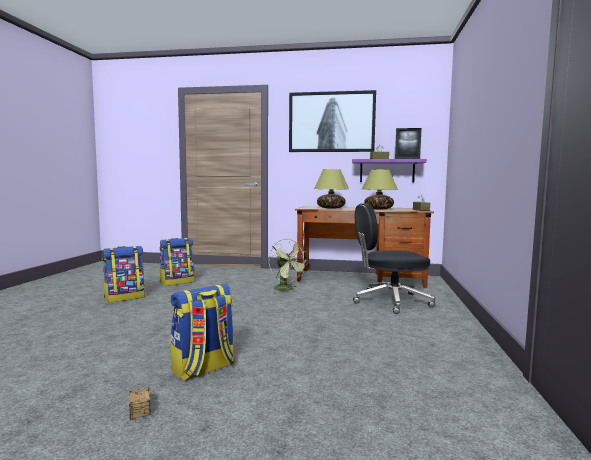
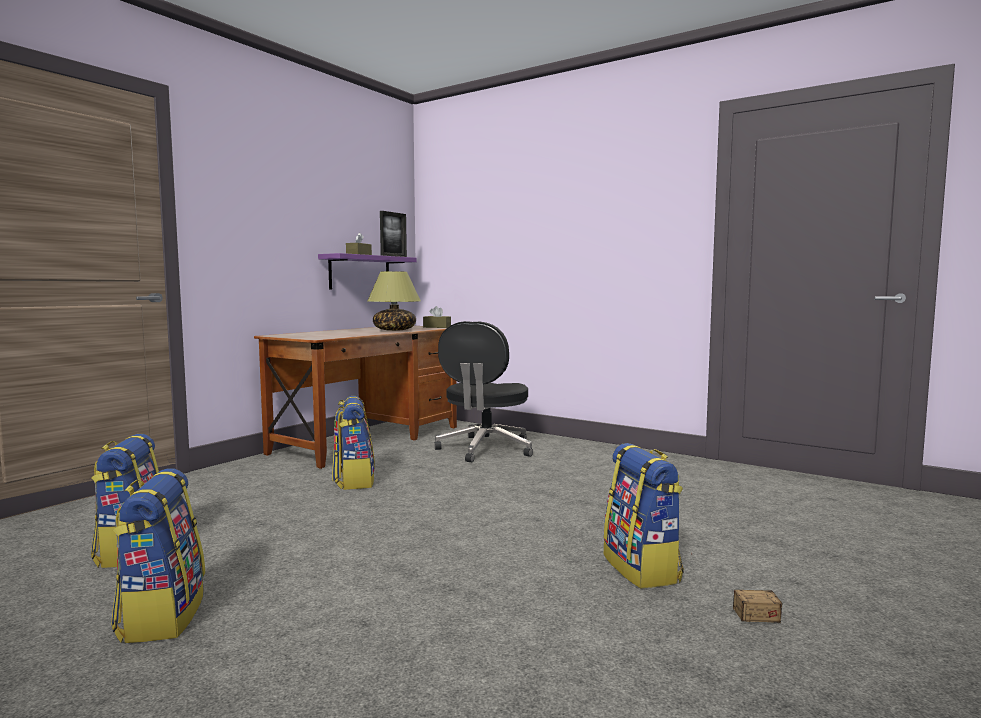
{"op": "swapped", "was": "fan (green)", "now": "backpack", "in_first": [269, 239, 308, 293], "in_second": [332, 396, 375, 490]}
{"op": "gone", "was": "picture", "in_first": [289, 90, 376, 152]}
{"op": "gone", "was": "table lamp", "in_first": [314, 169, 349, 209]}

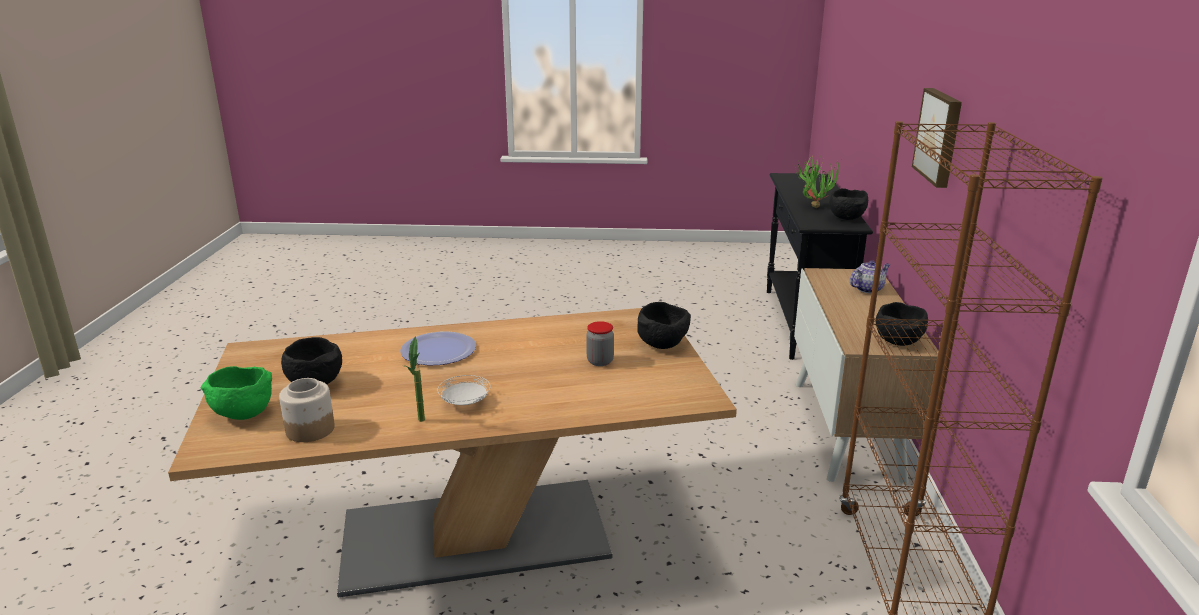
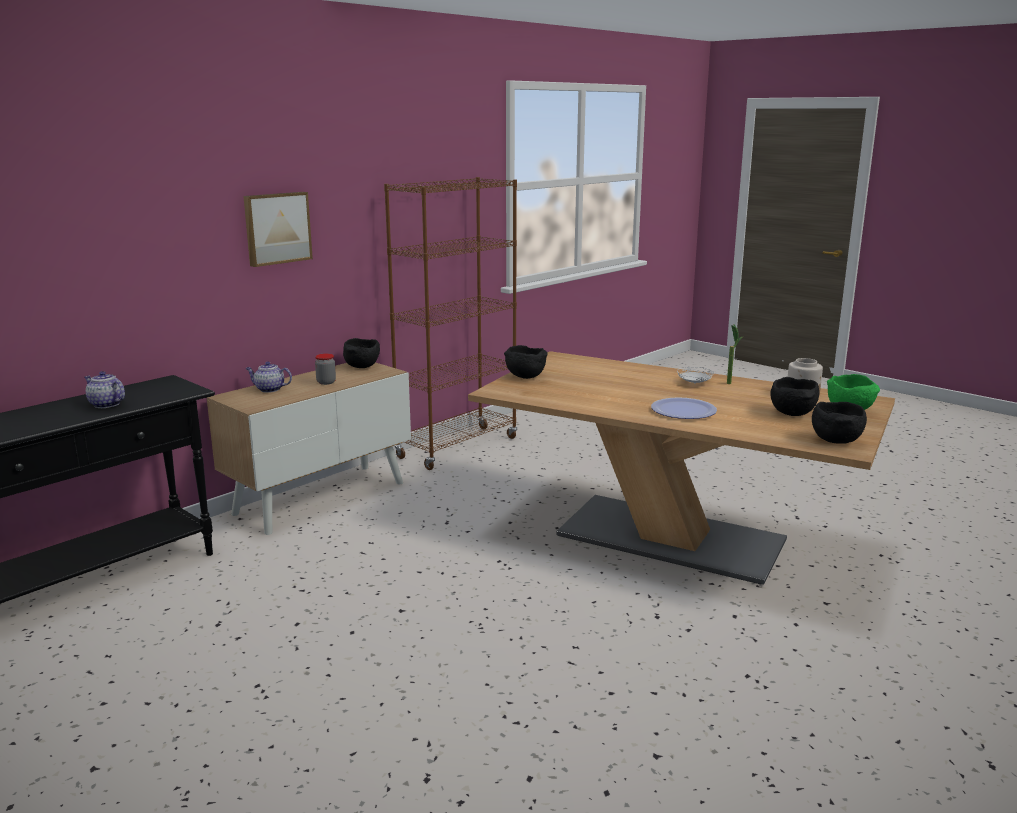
{"op": "swapped", "was": "potted plant", "now": "teapot", "in_first": [795, 156, 843, 208], "in_second": [84, 371, 125, 408]}
{"op": "shifted", "was": "jar", "in_first": [586, 321, 614, 366], "in_second": [315, 354, 336, 385]}
{"op": "shifted", "was": "bowl (black)", "in_first": [829, 188, 868, 220], "in_second": [812, 402, 867, 444]}

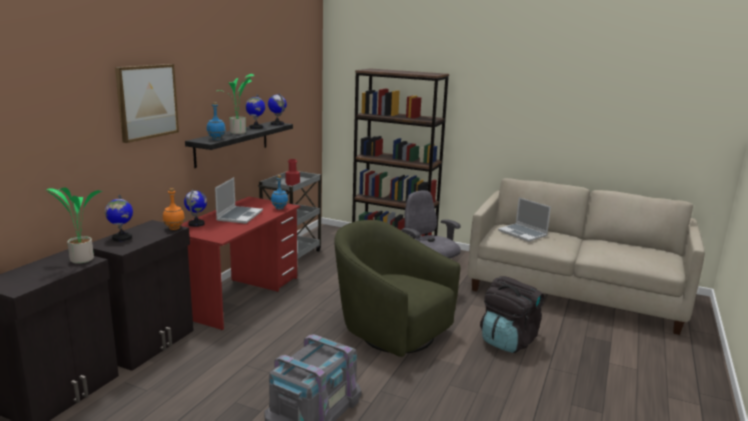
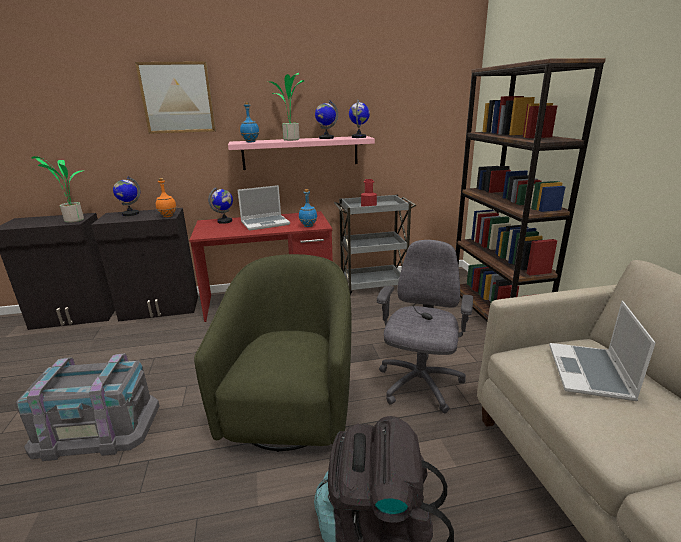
{"op": "repainted", "was": "shelf (black)", "now": "shelf (pink)", "in_first": [185, 122, 293, 168], "in_second": [228, 136, 375, 170]}

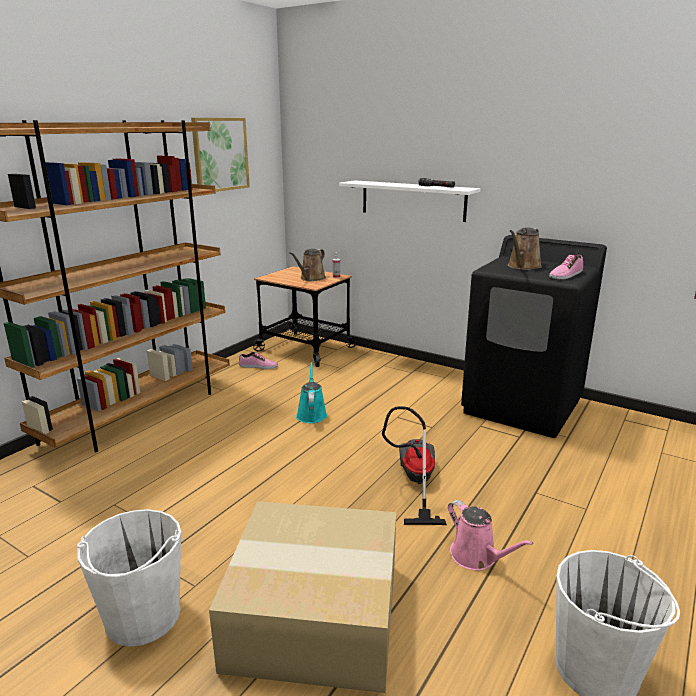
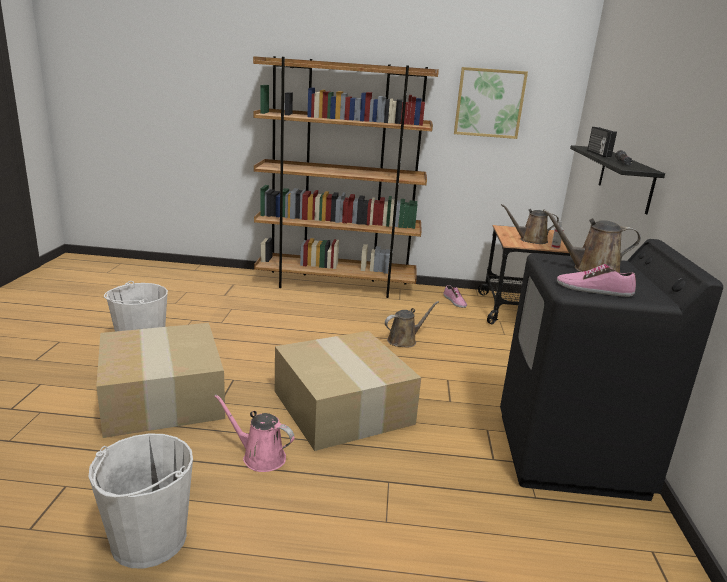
{"op": "rotated", "was": "watering can (pink)", "in_first": [448, 500, 534, 570], "in_second": [215, 394, 295, 472], "clockwise": 90}
{"op": "swapped", "was": "vacuum cleaner", "now": "cardboard box", "in_first": [382, 406, 447, 525], "in_second": [275, 331, 421, 451]}
{"op": "repainted", "was": "watering can (turquoise)", "now": "watering can (brown)", "in_first": [296, 362, 327, 423], "in_second": [385, 301, 439, 347]}
{"op": "repainted", "was": "shelf (white)", "now": "shelf (black)", "in_first": [339, 180, 480, 222], "in_second": [570, 145, 665, 214]}
{"op": "new", "now": "radio", "in_second": [587, 127, 617, 157]}

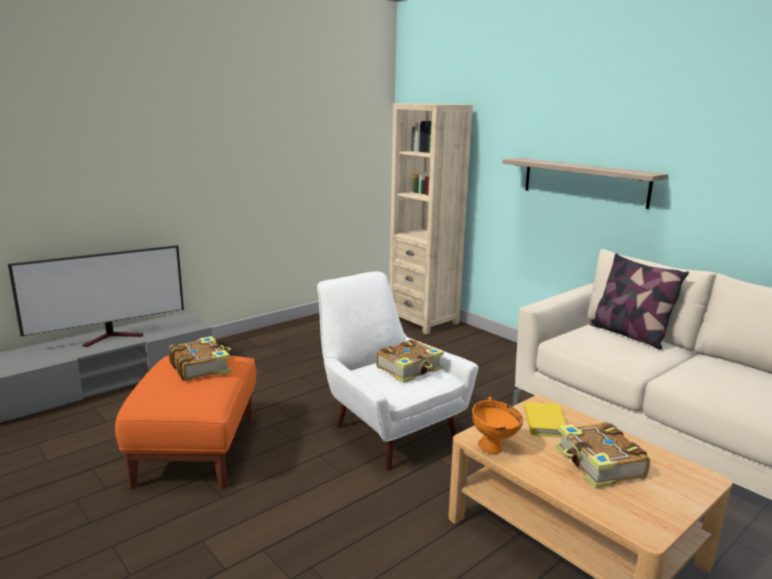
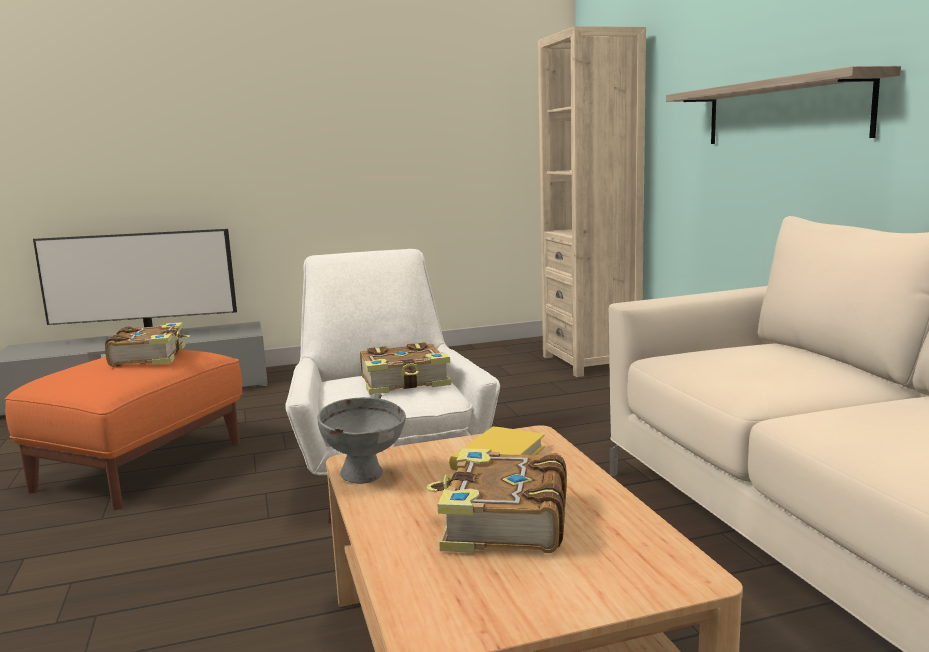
{"op": "repainted", "was": "bowl (orange)", "now": "bowl (grey)", "in_first": [472, 397, 523, 454], "in_second": [317, 393, 406, 484]}
{"op": "gone", "was": "pillow", "in_first": [589, 253, 689, 350]}

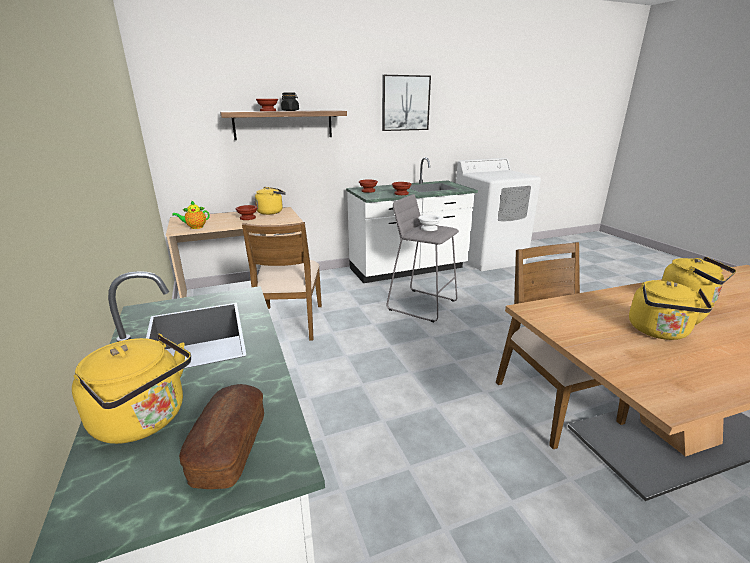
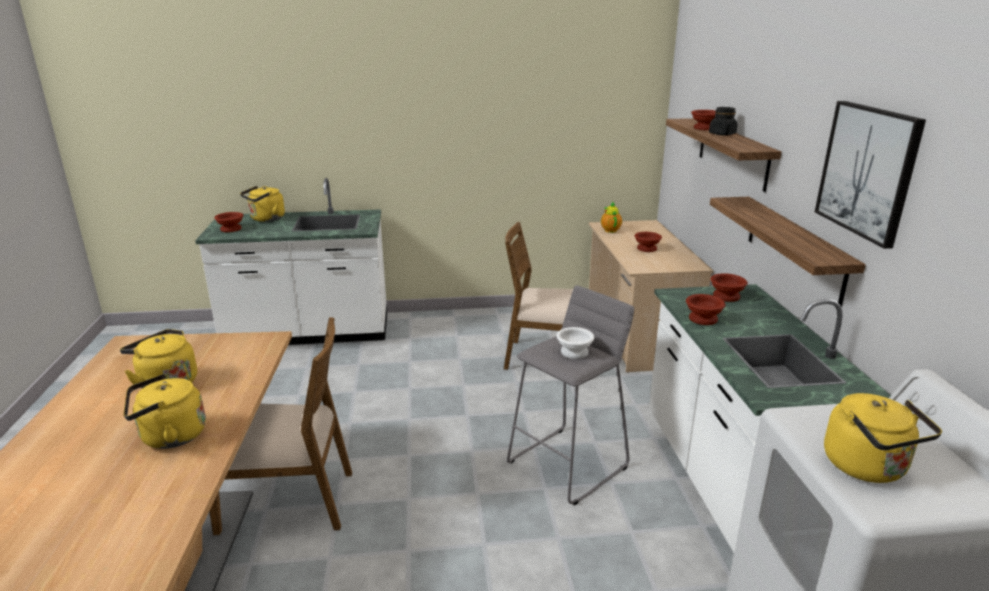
{"op": "swapped", "was": "bread", "now": "bowl (brown)", "in_first": [179, 384, 264, 489], "in_second": [214, 212, 243, 232]}
{"op": "new", "now": "shelf", "in_second": [710, 197, 866, 306]}
{"op": "shifted", "was": "kettle (yellow)", "in_first": [255, 187, 286, 215], "in_second": [824, 393, 942, 483]}

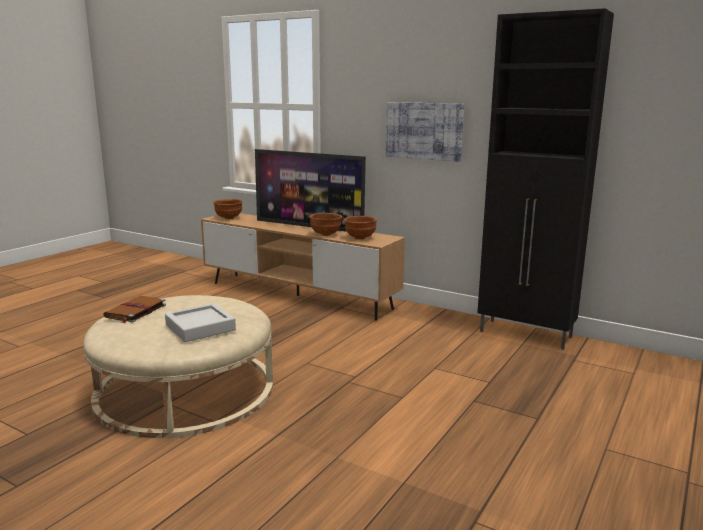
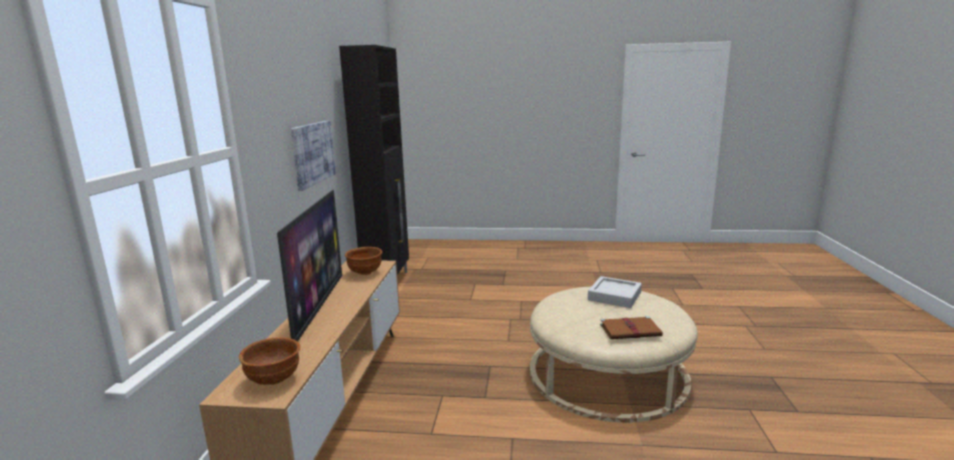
{"op": "gone", "was": "bowl (brown)", "in_first": [309, 213, 342, 236]}

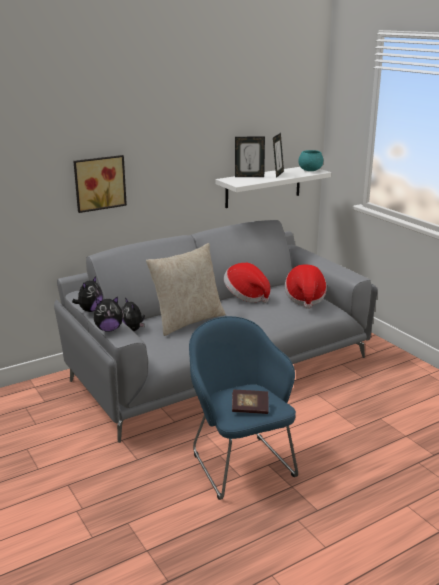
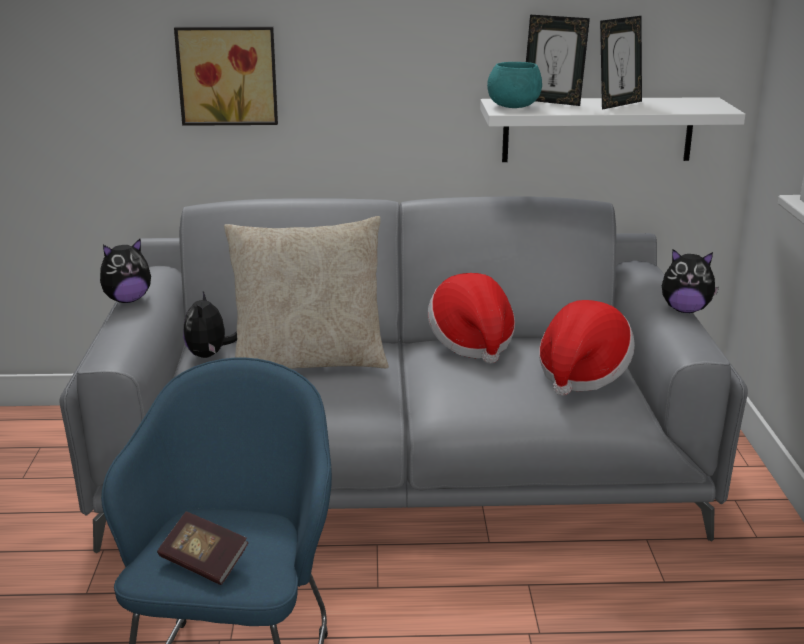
{"op": "shifted", "was": "bowl (turquoise)", "in_first": [298, 150, 323, 171], "in_second": [487, 62, 542, 108]}
{"op": "shifted", "was": "plush toy", "in_first": [94, 296, 124, 332], "in_second": [662, 249, 719, 313]}

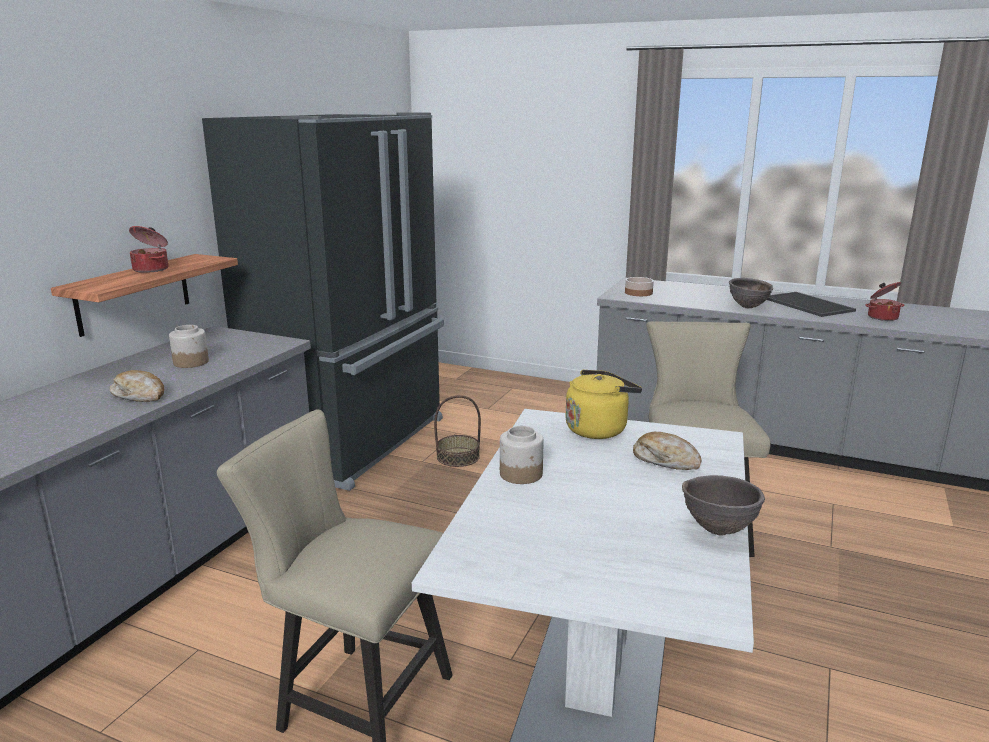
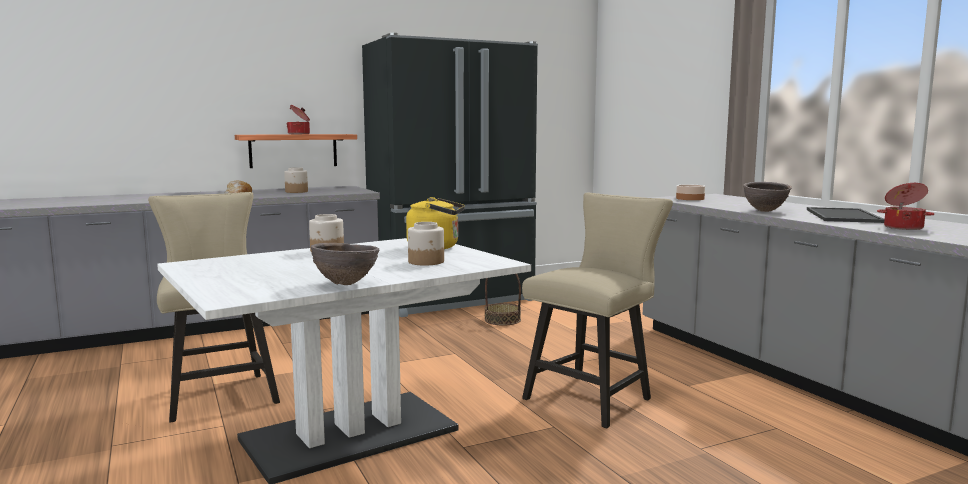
{"op": "swapped", "was": "bread", "now": "jar", "in_first": [633, 432, 702, 470], "in_second": [408, 222, 444, 266]}

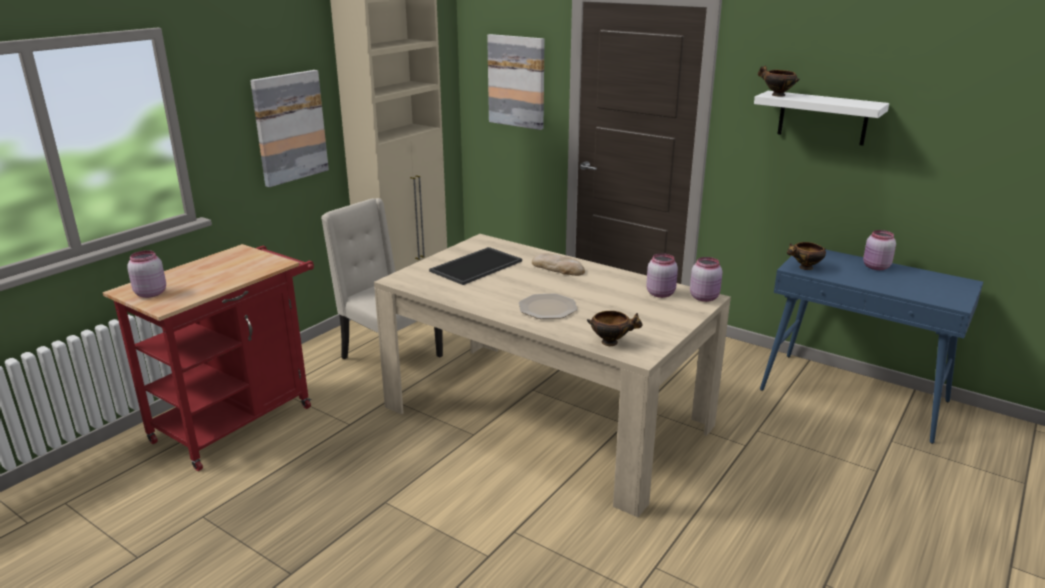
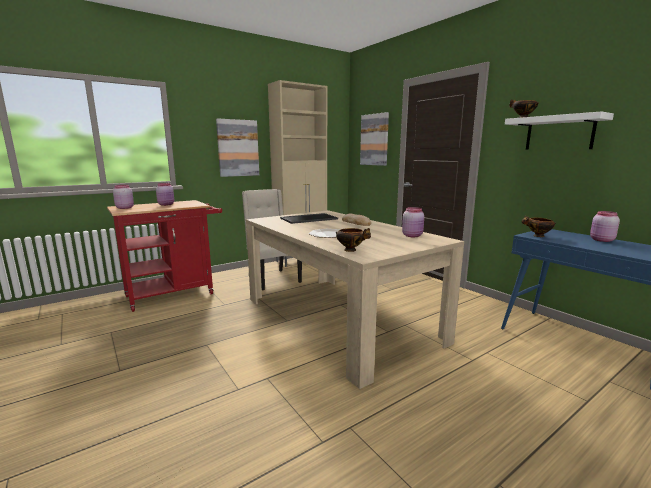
{"op": "shifted", "was": "jar (pink)", "in_first": [690, 257, 722, 302], "in_second": [156, 183, 174, 206]}

